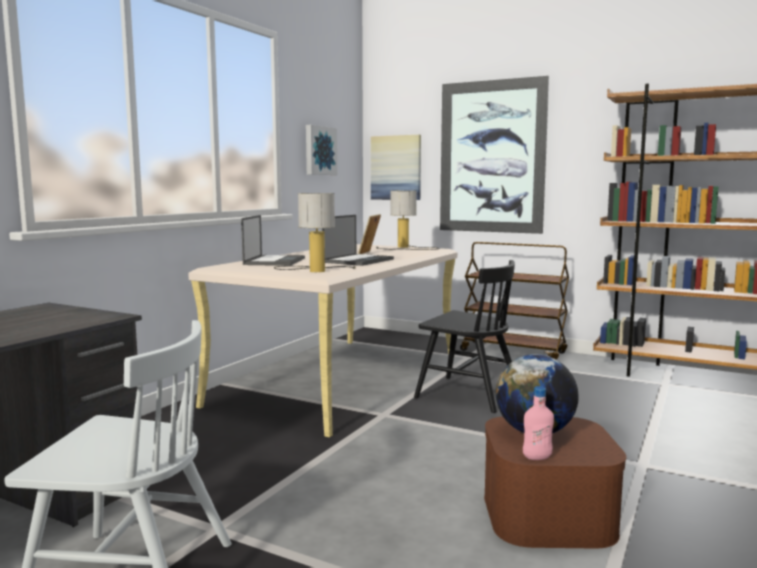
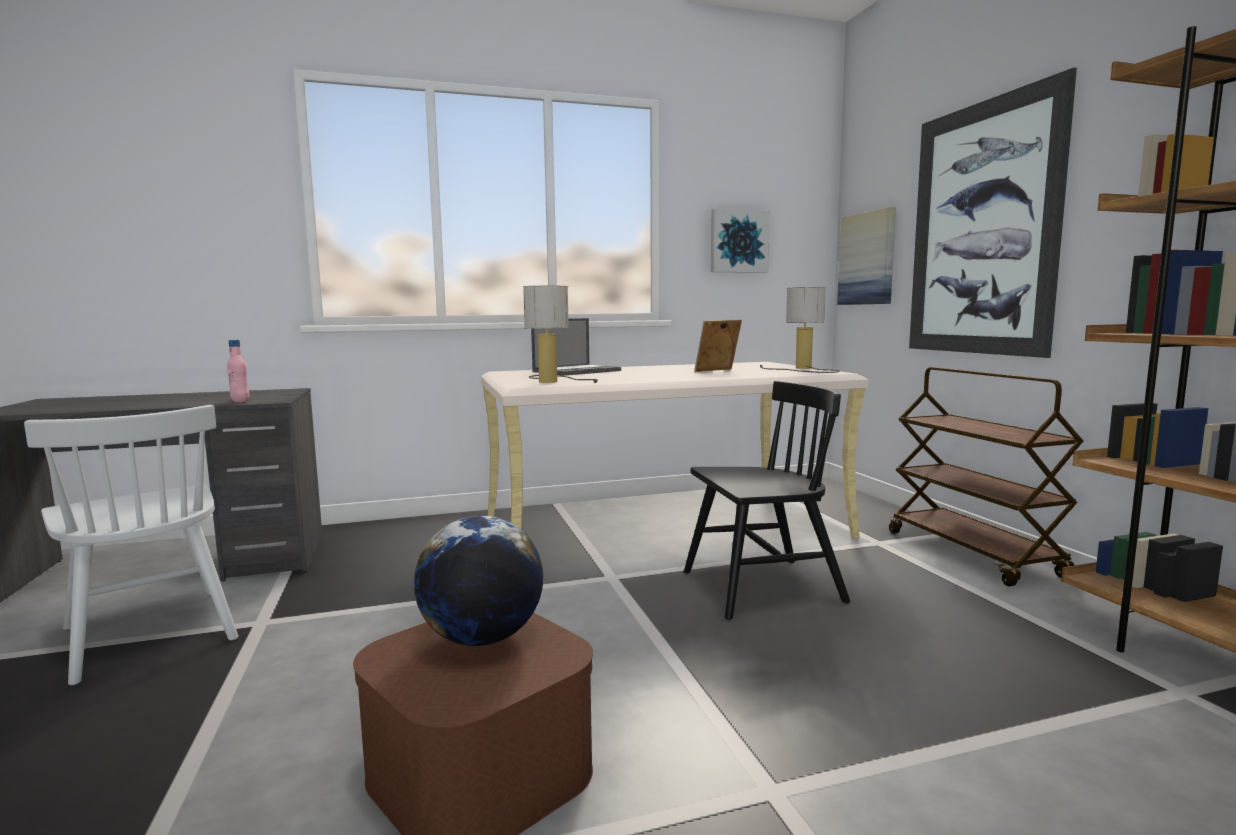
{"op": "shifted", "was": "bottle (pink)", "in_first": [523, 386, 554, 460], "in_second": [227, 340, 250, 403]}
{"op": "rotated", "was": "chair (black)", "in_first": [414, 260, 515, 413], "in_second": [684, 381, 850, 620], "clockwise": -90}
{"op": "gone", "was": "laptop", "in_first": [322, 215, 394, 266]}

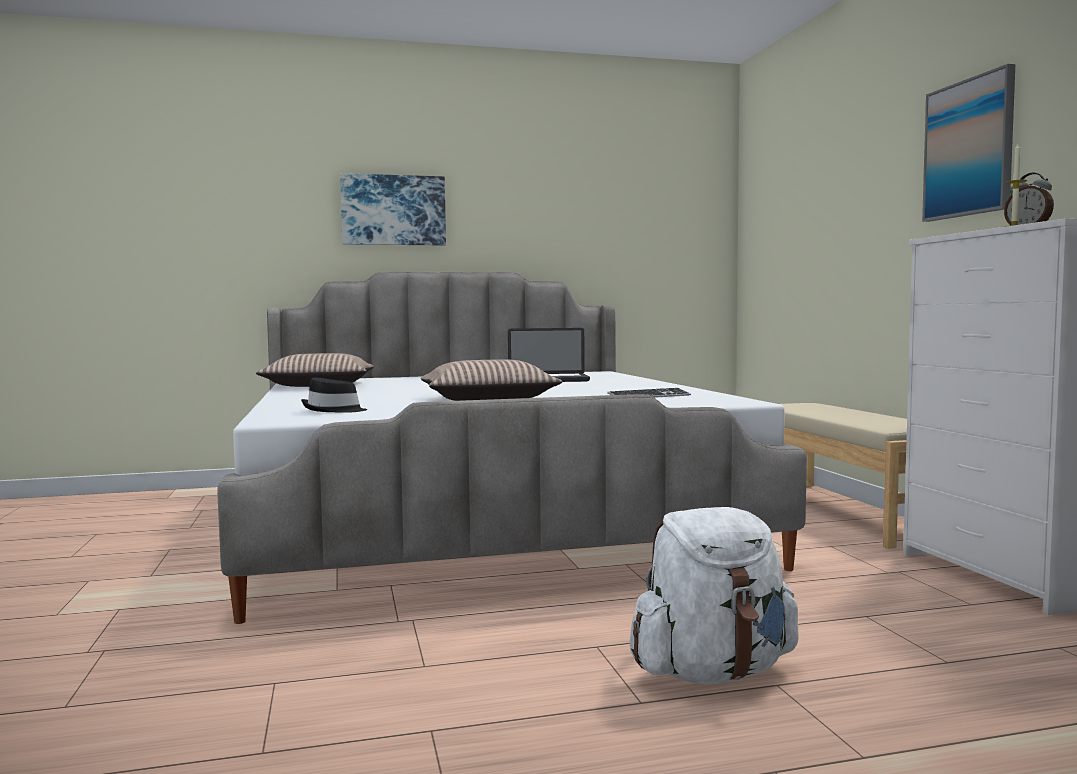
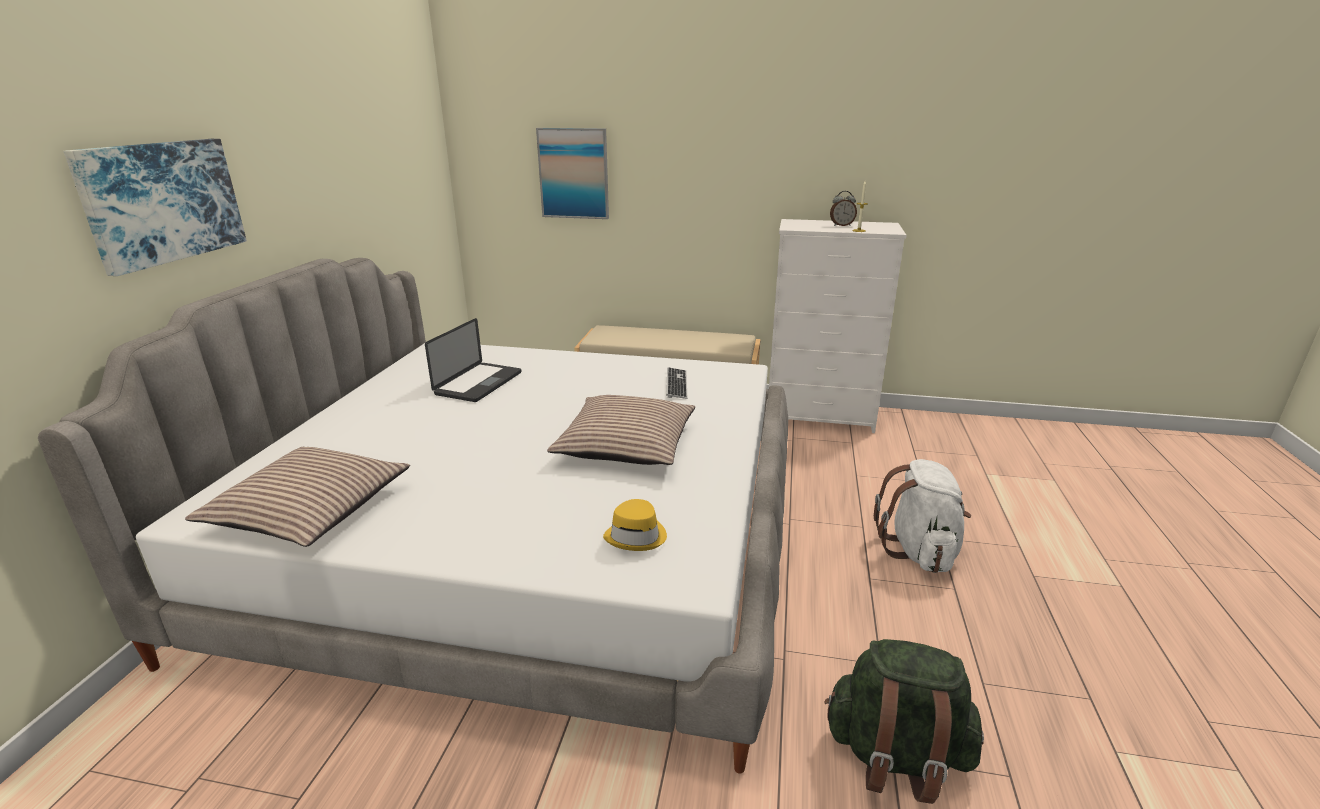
{"op": "shifted", "was": "picture", "in_first": [922, 64, 1015, 222], "in_second": [536, 128, 609, 219]}
{"op": "repainted", "was": "hat (black)", "now": "hat (yellow)", "in_first": [301, 378, 368, 413], "in_second": [603, 499, 667, 551]}
{"op": "new", "now": "backpack (green)", "in_second": [825, 639, 984, 804]}

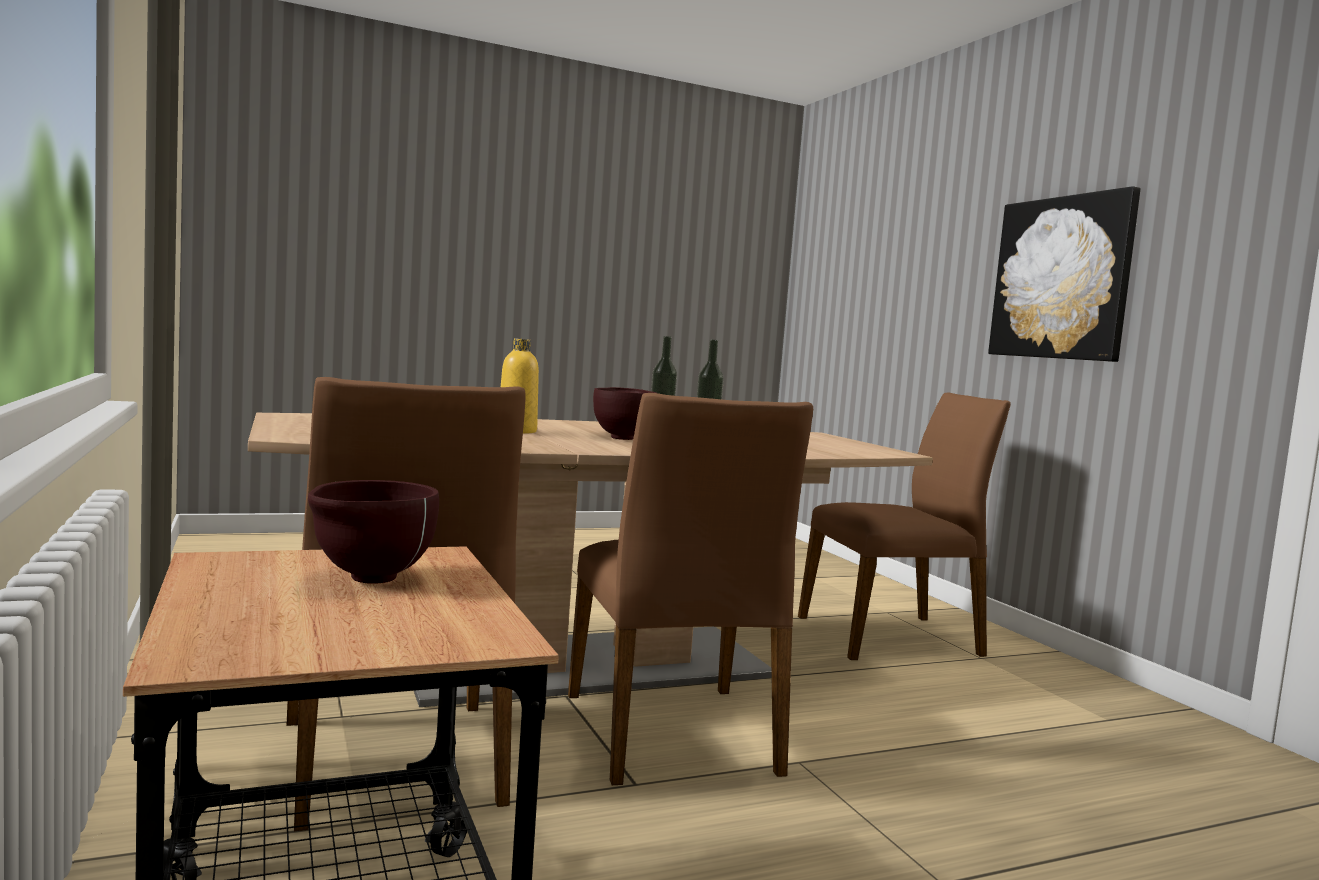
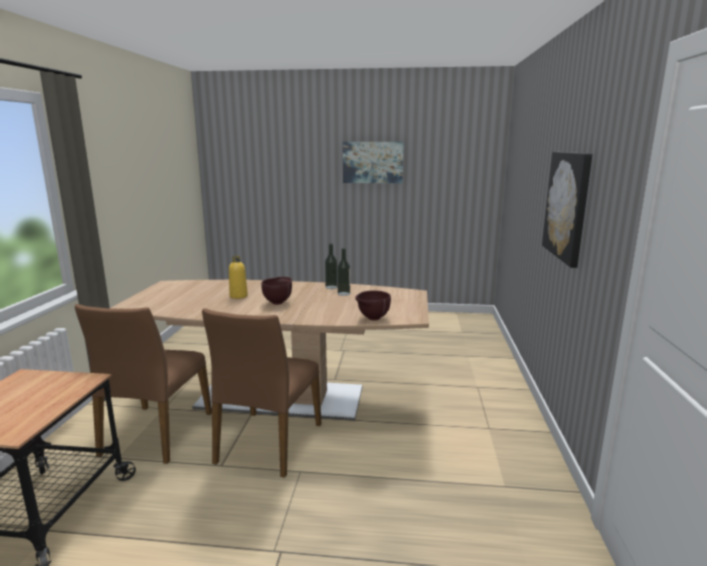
{"op": "new", "now": "picture", "in_second": [343, 142, 404, 183]}
{"op": "shifted", "was": "bowl (brown)", "in_first": [308, 480, 439, 583], "in_second": [355, 290, 391, 321]}
{"op": "gone", "was": "chair (brown)", "in_first": [798, 393, 1011, 660]}

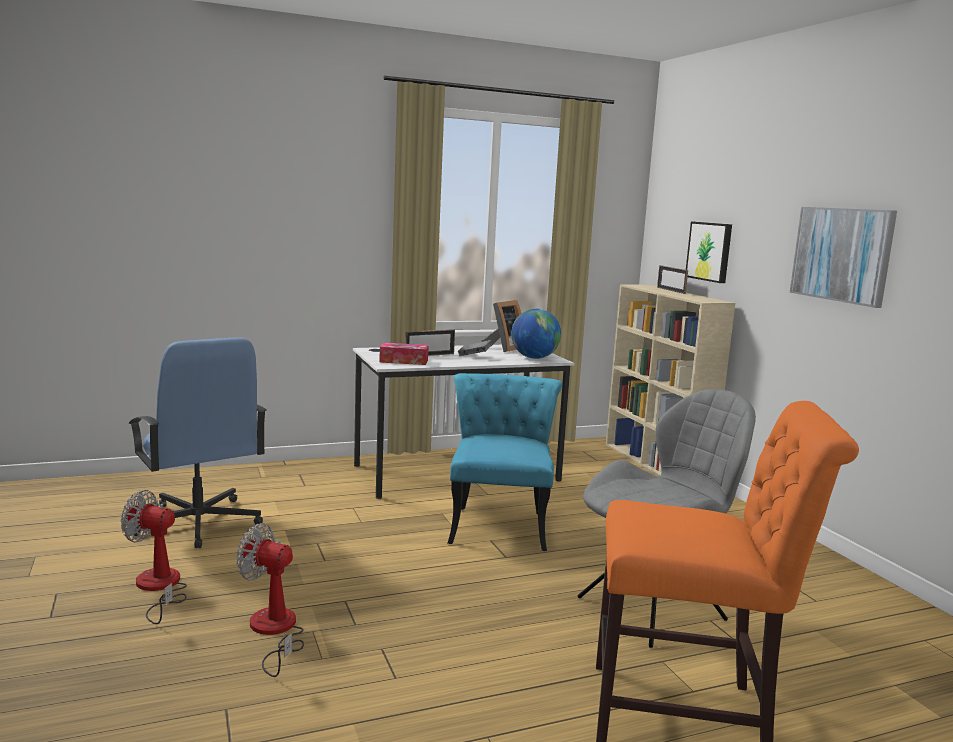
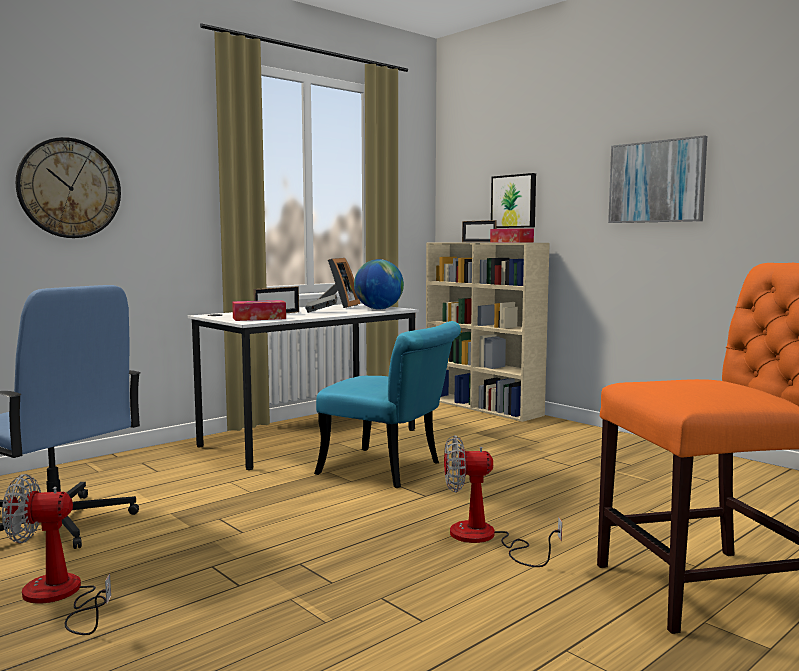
{"op": "new", "now": "wall clock", "in_second": [16, 137, 121, 238]}
{"op": "rotated", "was": "chair (turquoise)", "in_first": [448, 373, 562, 551], "in_second": [314, 321, 461, 488], "clockwise": 135}
{"op": "shifted", "was": "fan", "in_first": [236, 523, 304, 677], "in_second": [444, 435, 562, 567]}
{"op": "new", "now": "tissue box", "in_second": [490, 228, 534, 243]}
{"op": "gone", "was": "chair (grey)", "in_first": [578, 389, 756, 648]}

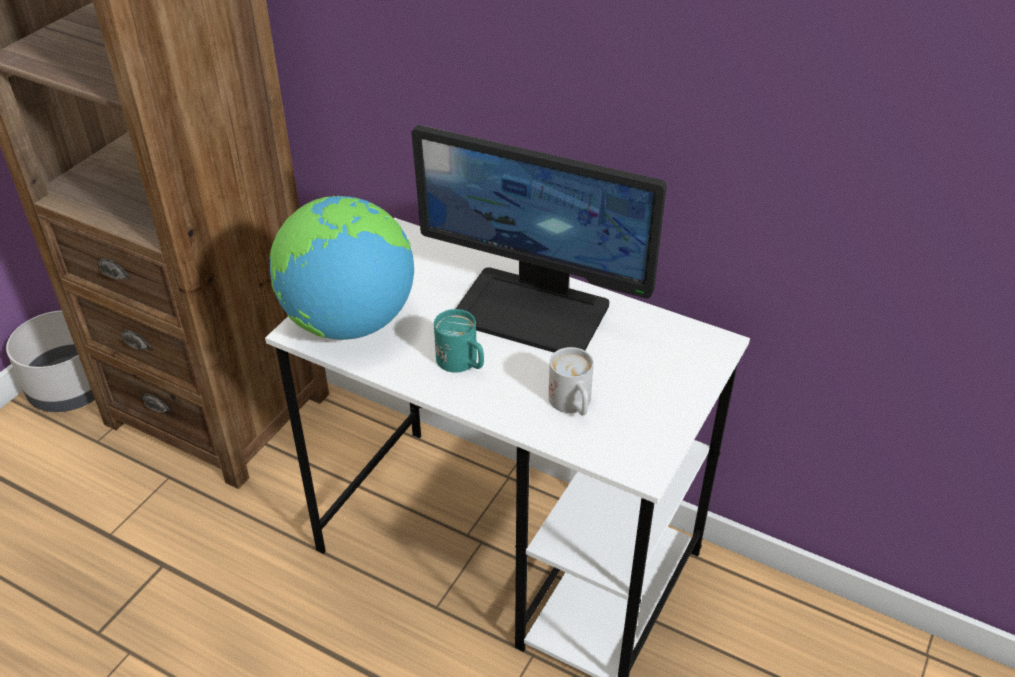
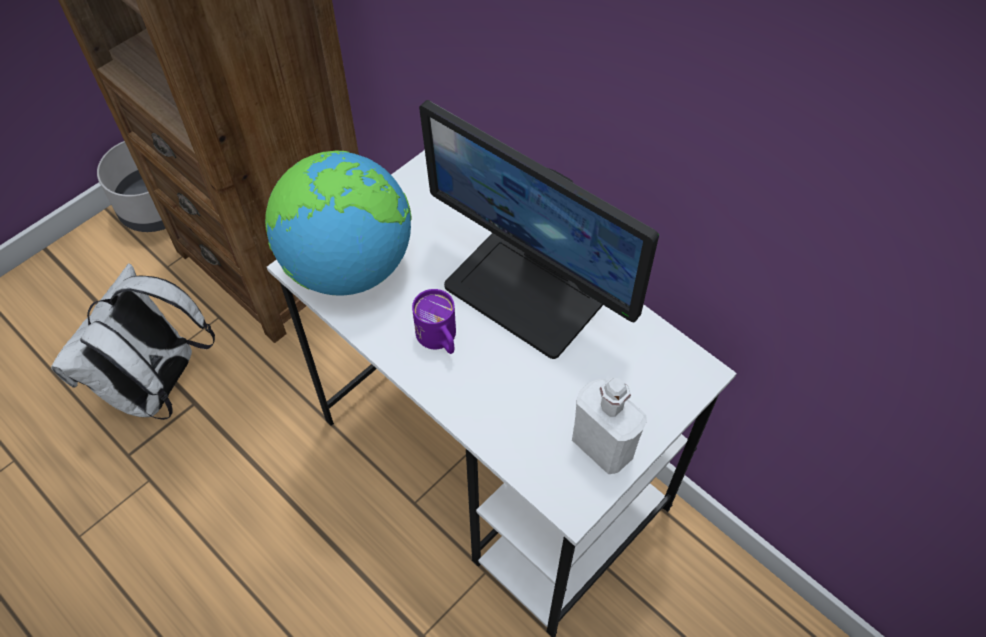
{"op": "new", "now": "backpack (white)", "in_second": [51, 263, 215, 420]}
{"op": "repainted", "was": "mug (turquoise)", "now": "mug (purple)", "in_first": [434, 309, 484, 373], "in_second": [412, 289, 456, 354]}
{"op": "new", "now": "bottle (white)", "in_second": [572, 378, 647, 474]}
{"op": "gone", "was": "mug (white)", "in_first": [549, 347, 594, 416]}

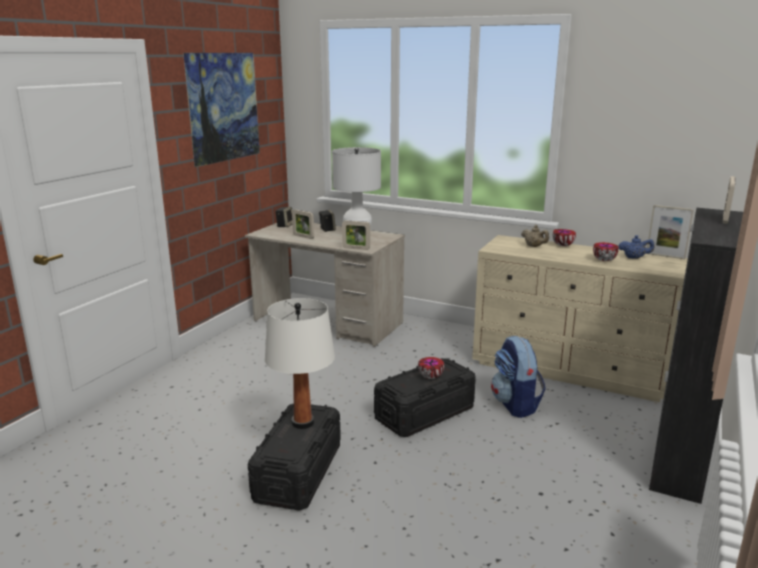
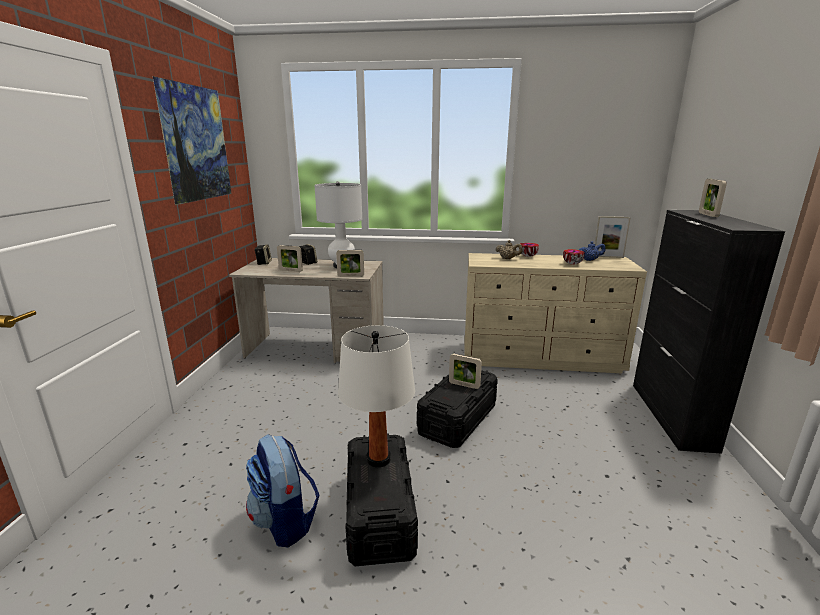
{"op": "shifted", "was": "backpack", "in_first": [491, 336, 546, 418], "in_second": [246, 434, 319, 547]}
{"op": "swapped", "was": "bowl", "now": "picture frame", "in_first": [418, 357, 444, 379], "in_second": [449, 354, 482, 389]}

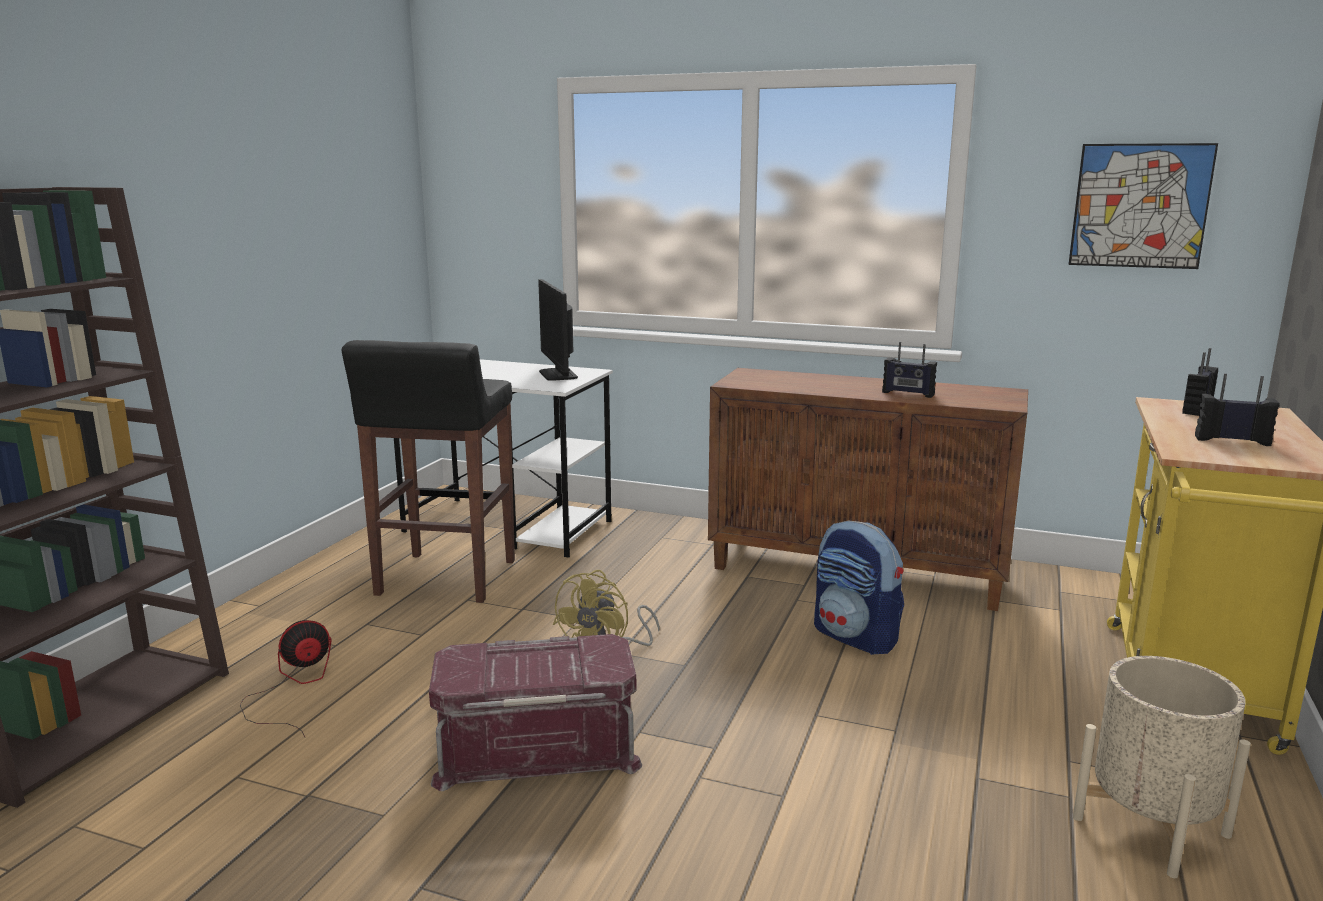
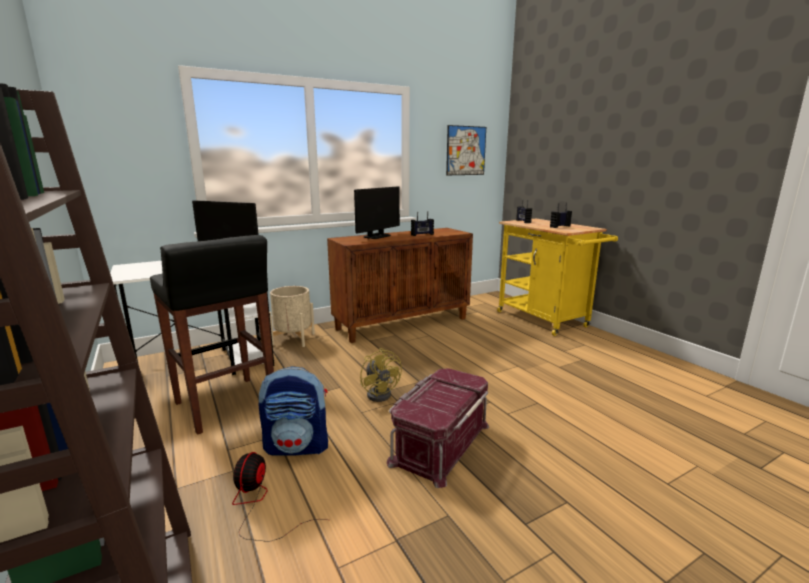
{"op": "shifted", "was": "backpack", "in_first": [814, 521, 904, 655], "in_second": [259, 366, 328, 456]}
{"op": "shifted", "was": "planter (beige)", "in_first": [1073, 656, 1251, 878], "in_second": [269, 286, 315, 347]}
{"op": "new", "now": "monitor", "in_second": [354, 186, 400, 239]}

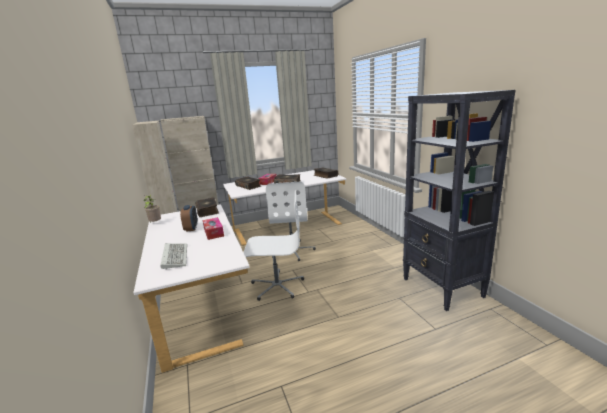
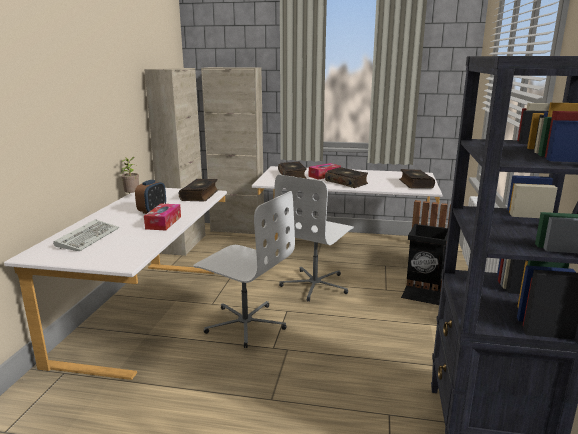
{"op": "new", "now": "trash can (black)", "in_second": [401, 200, 451, 305]}

